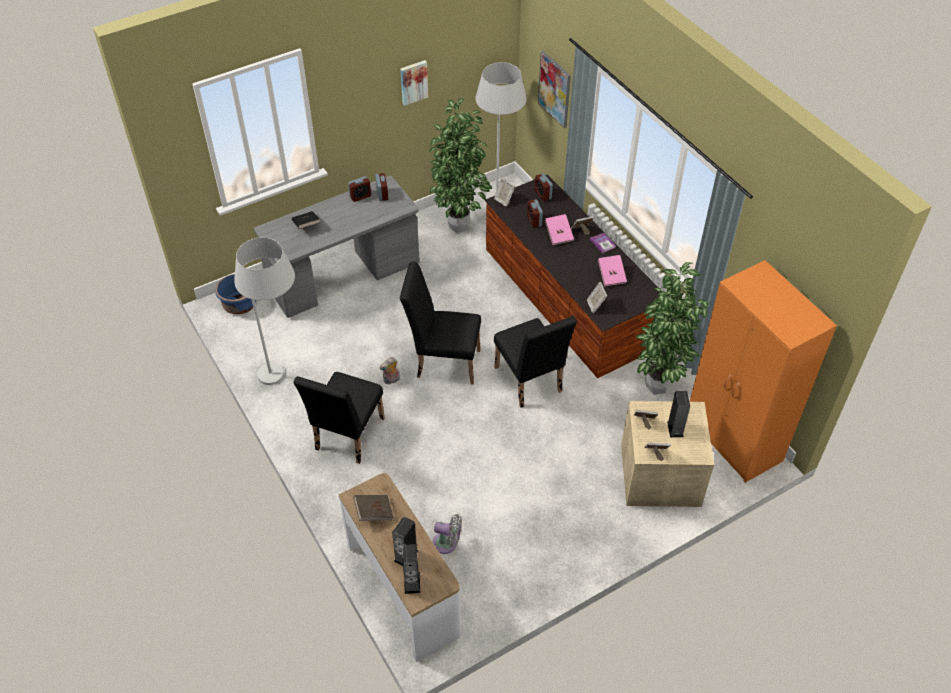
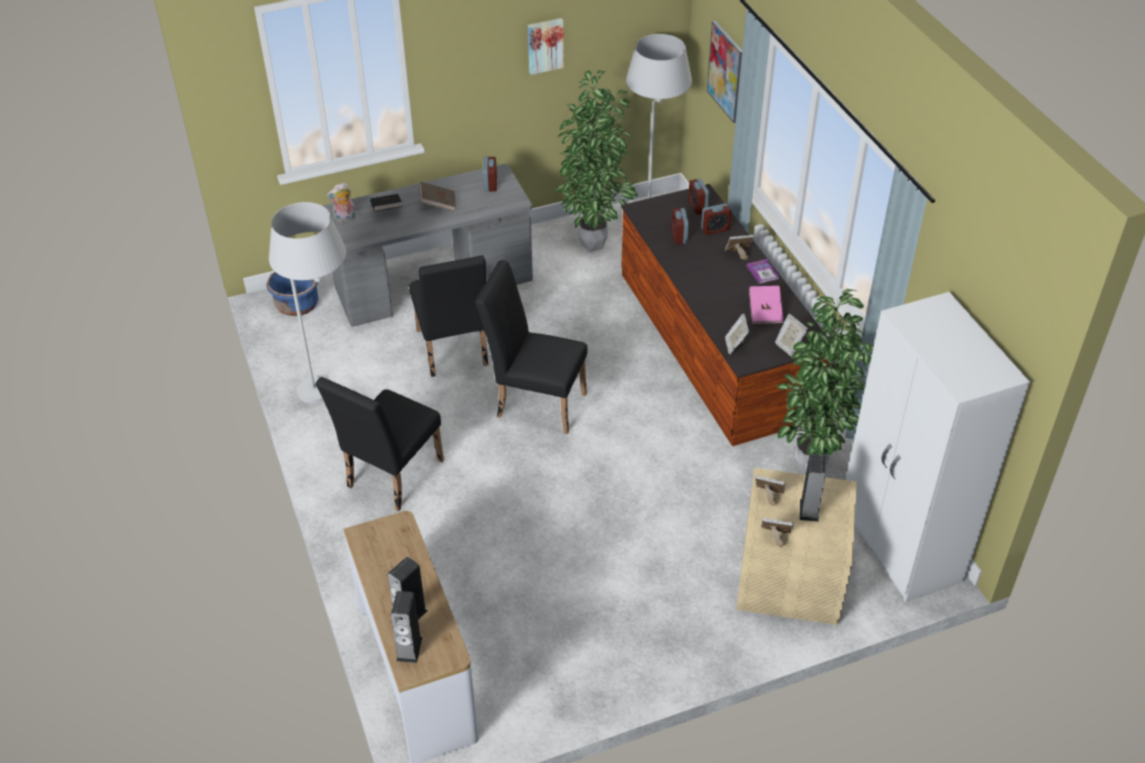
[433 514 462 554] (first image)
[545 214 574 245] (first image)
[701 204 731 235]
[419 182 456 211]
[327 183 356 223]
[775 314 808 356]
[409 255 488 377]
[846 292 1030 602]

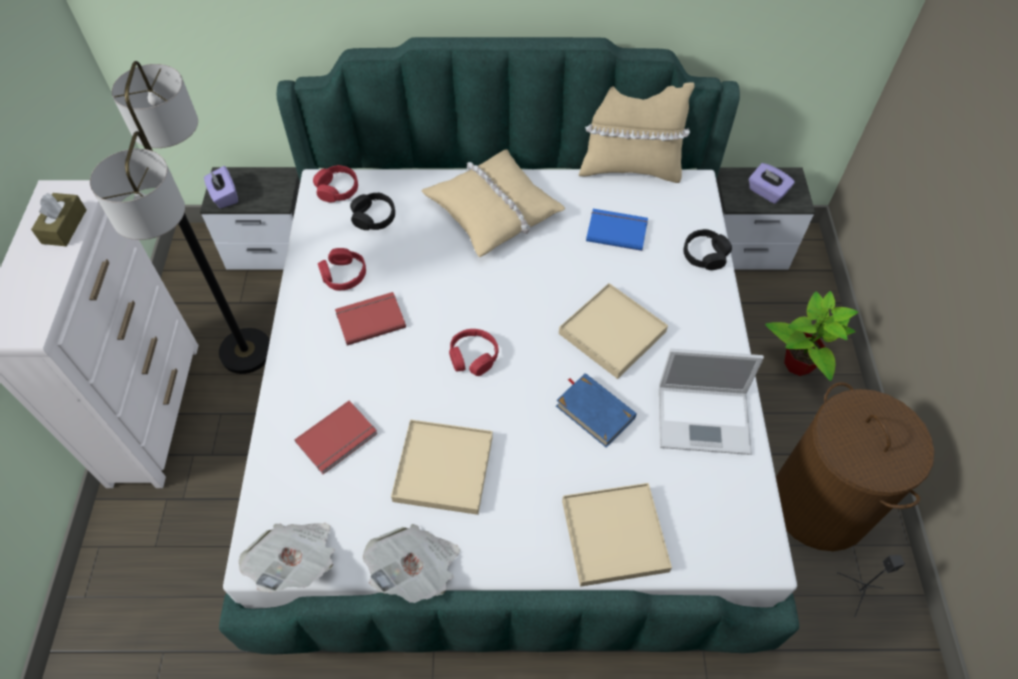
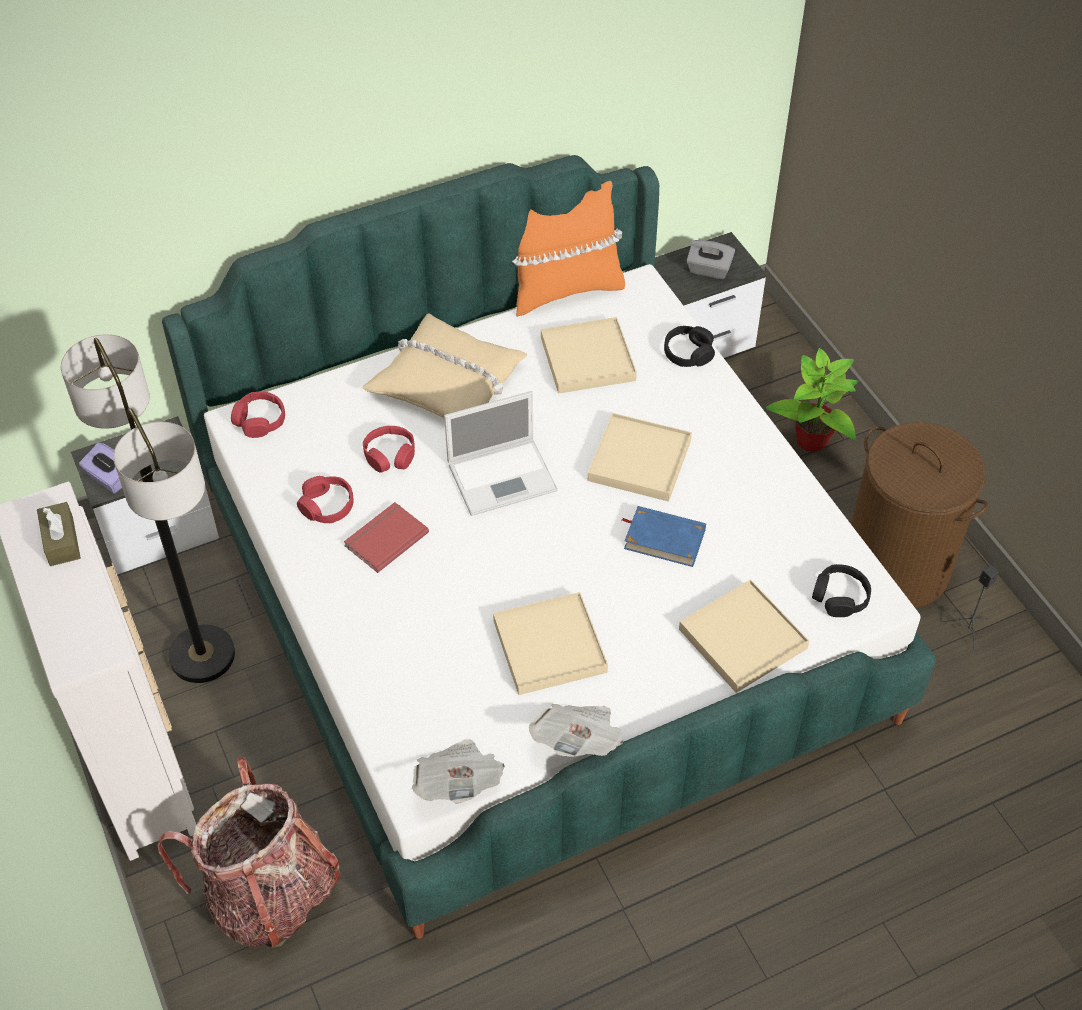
[294 401 378 474] (first image)
[157 758 340 948]
[812 564 871 617]
[363 426 415 473]
[444 391 558 516]
[541 317 637 394]
[512 181 625 317]
[687 240 735 279]

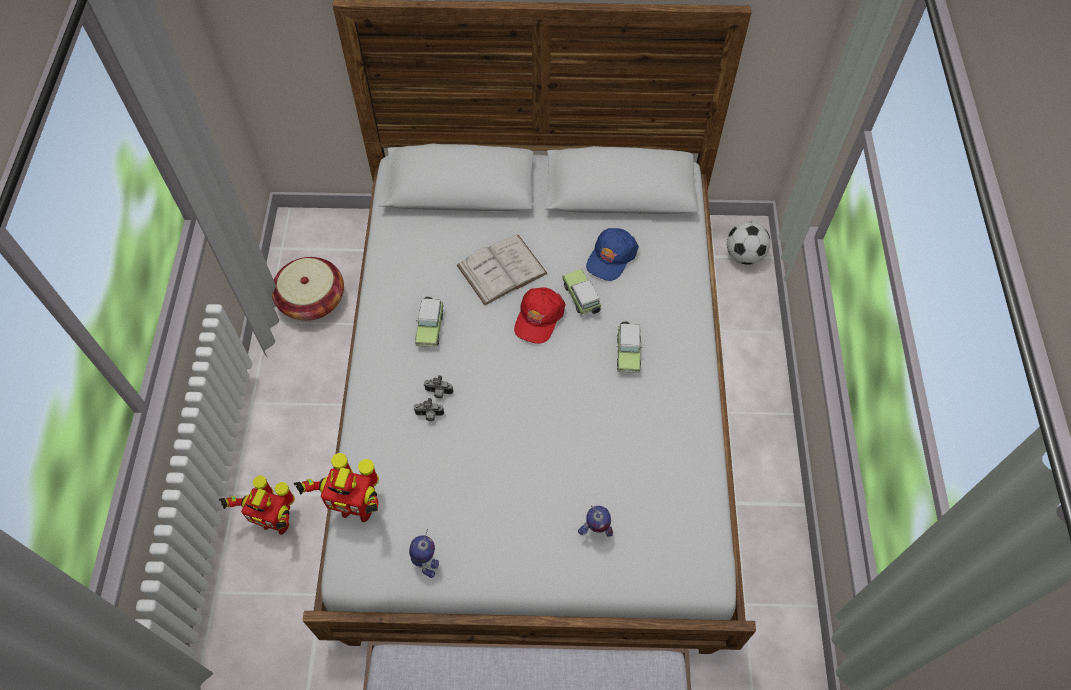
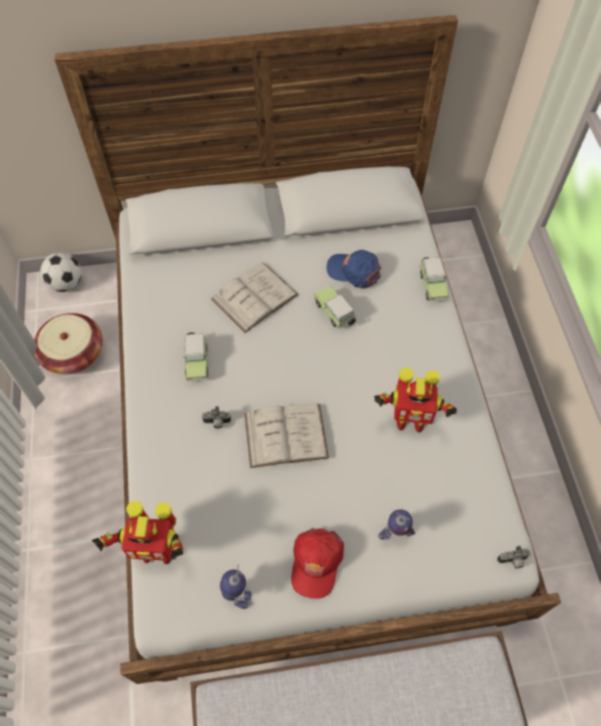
[244 404 329 468]
[374 368 457 433]
[497 546 531 569]
[291 528 344 599]
[419 257 449 302]
[40 252 82 292]
[327 250 382 288]

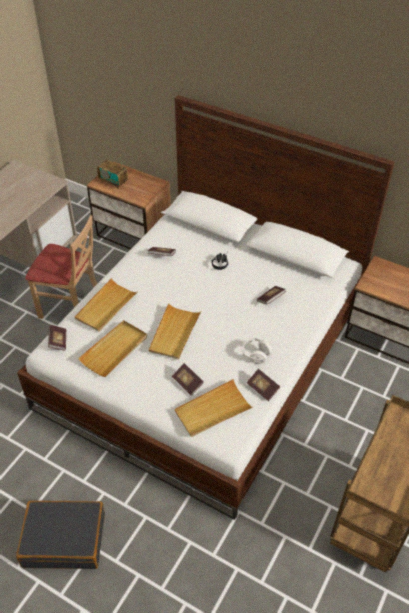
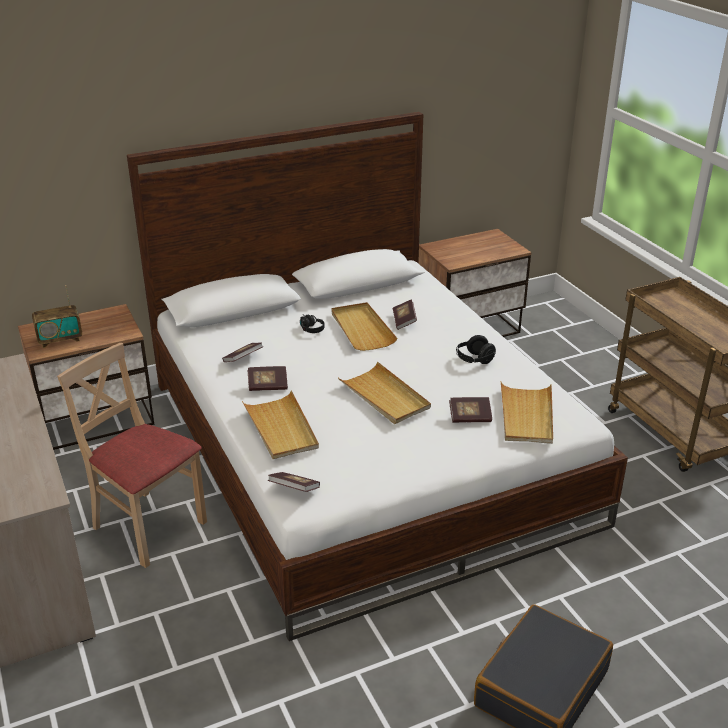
[331 302 397 351]
[247 366 288 391]
[456 335 496 364]
[57 343 207 568]

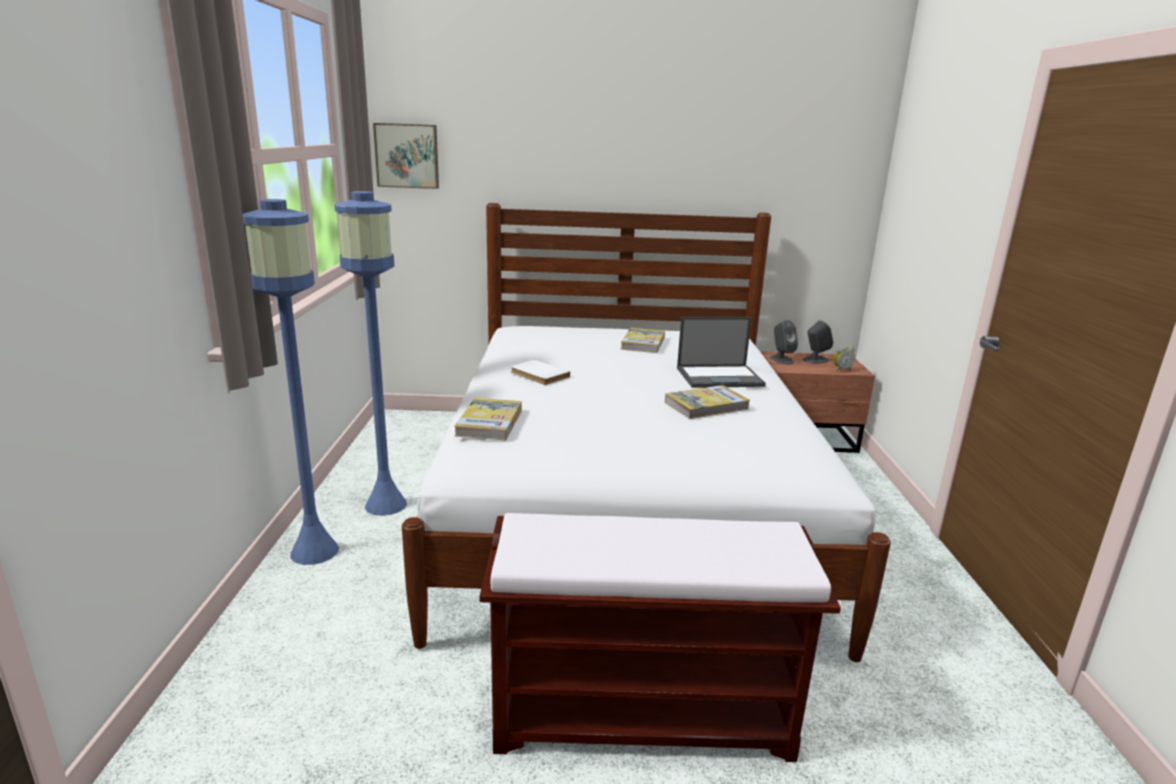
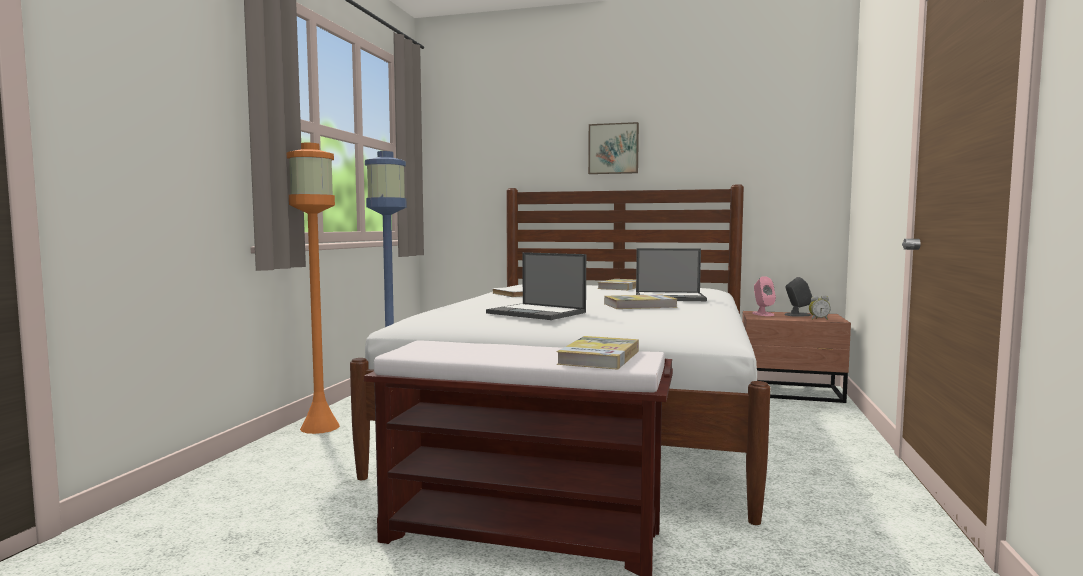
[486 252 586 320]
[588 122 639 174]
[557 336 639 370]
[287 143 340 434]
[752 276 776 316]

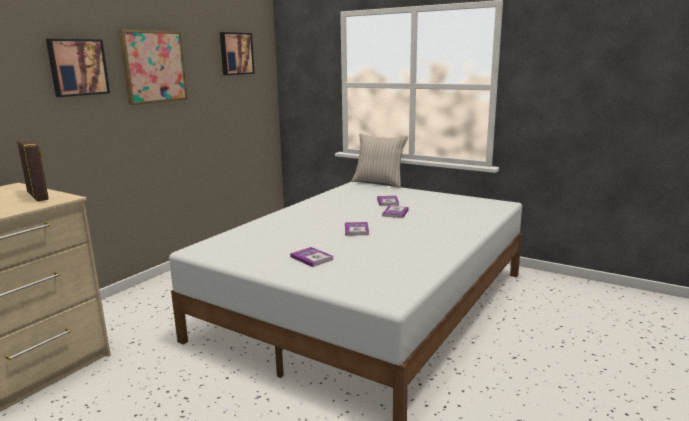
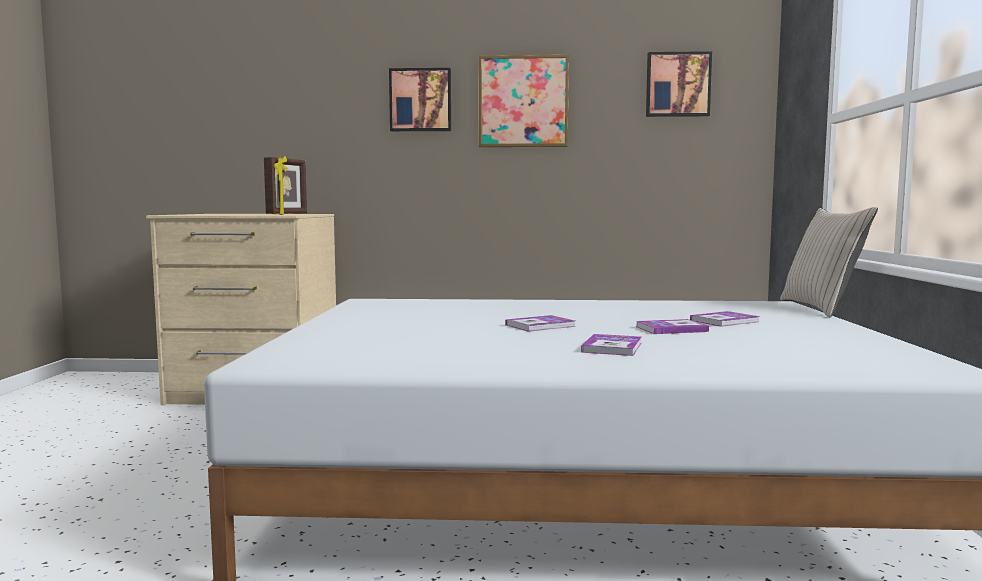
[581 334 641 356]

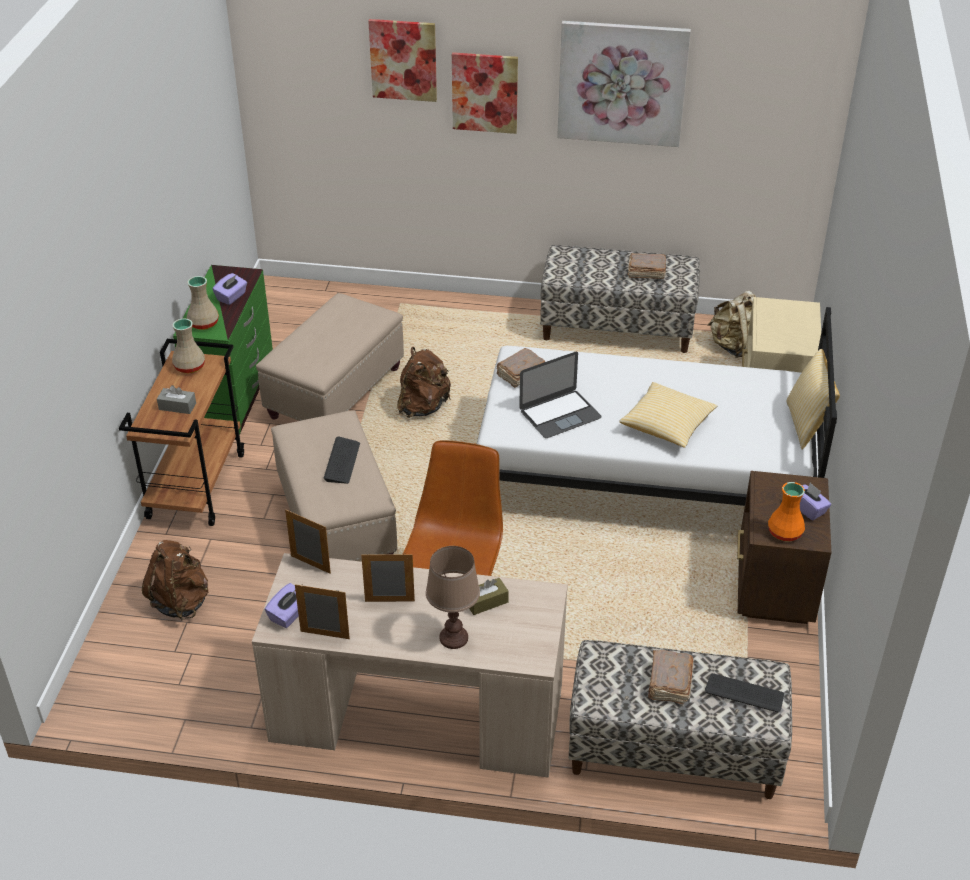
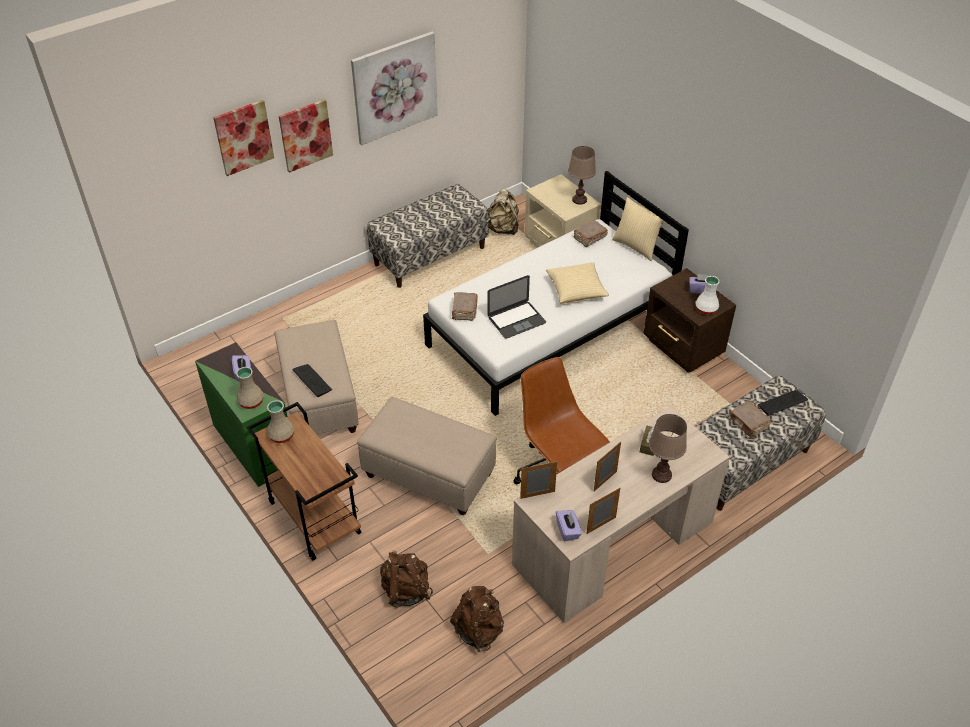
[157 385 196 414] (first image)
[568 146 596 204]
[293 364 332 397]
[450 586 504 652]
[574 220 608 247]
[696 276 720 315]
[487 275 546 339]

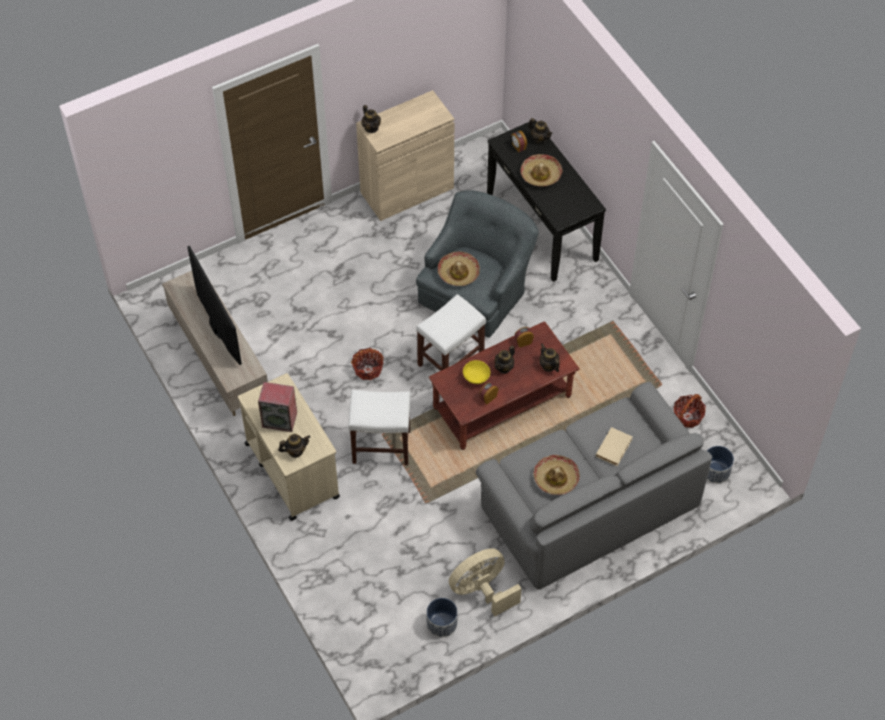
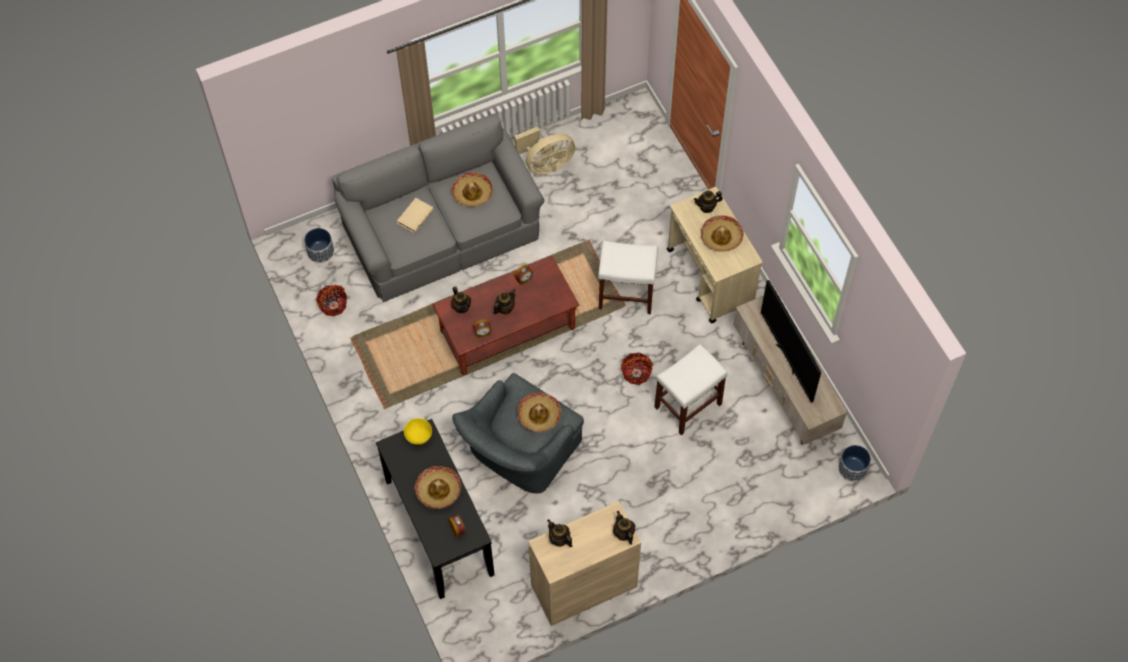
[654 344 728 435]
[838 445 871 482]
[404 418 432 445]
[547 519 572 547]
[701 215 744 252]

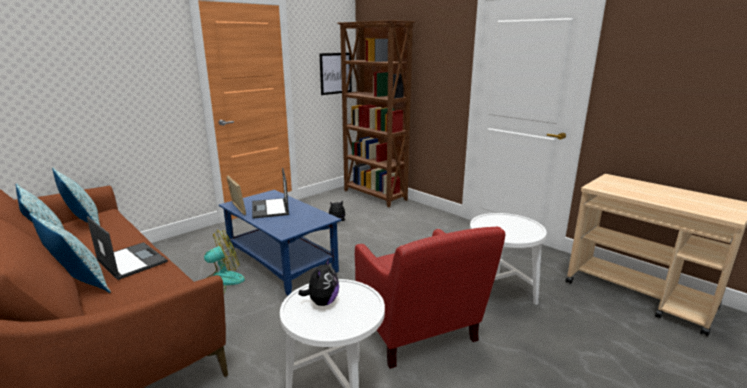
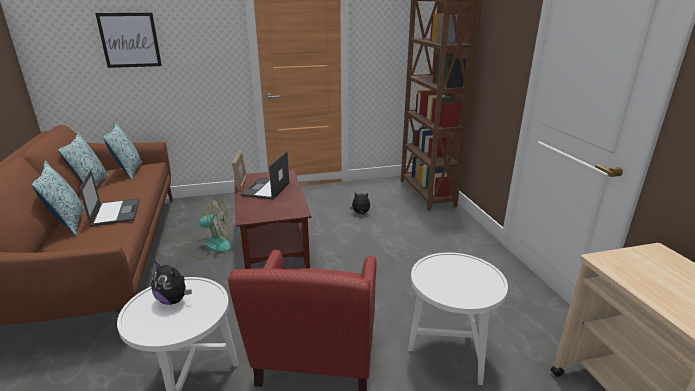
[95 13 162 68]
[234 170 312 269]
[151 261 192 305]

